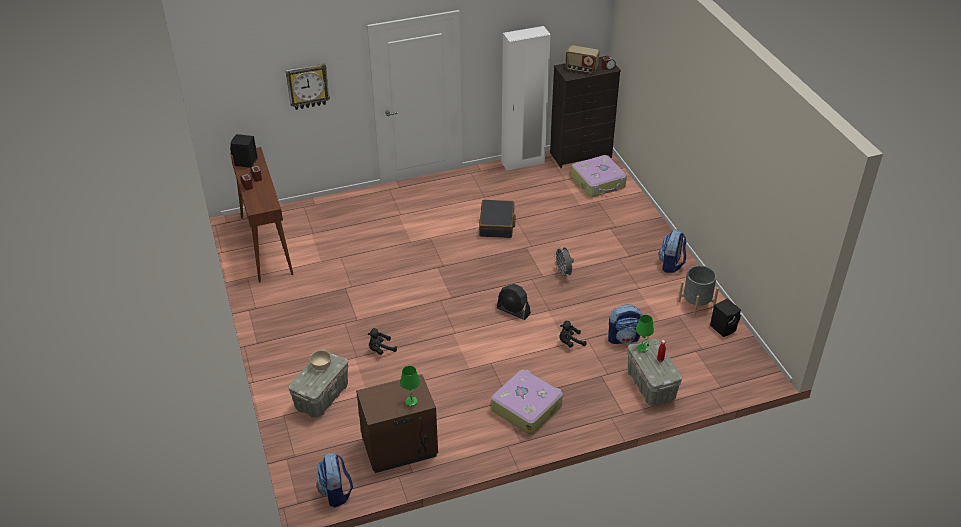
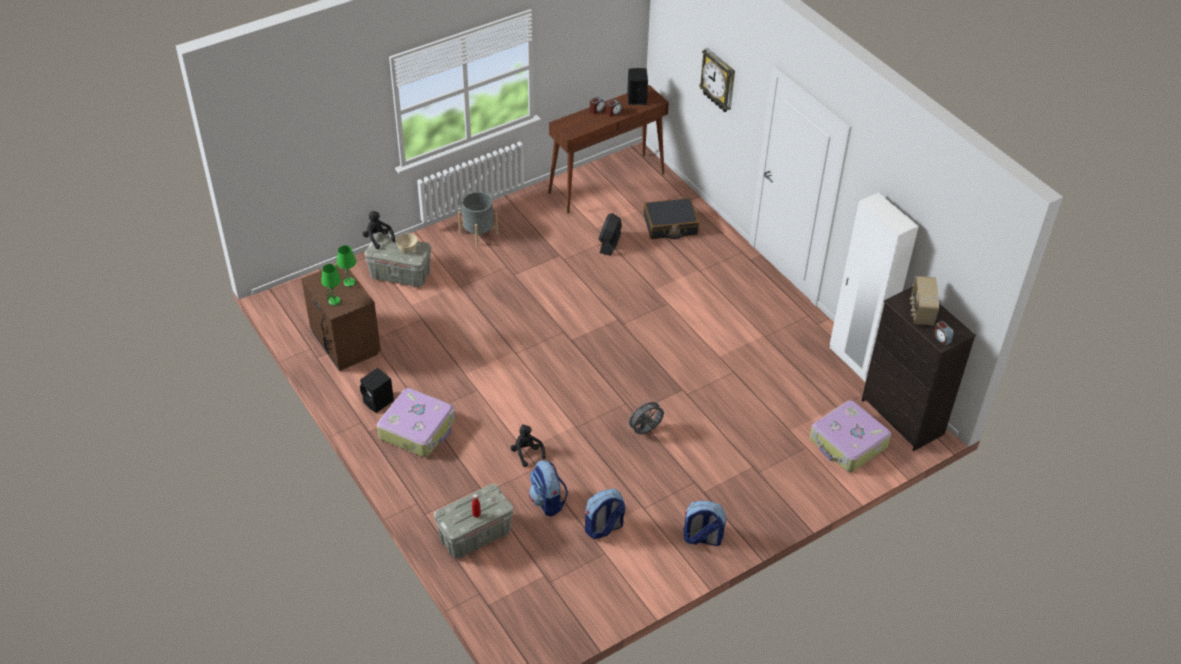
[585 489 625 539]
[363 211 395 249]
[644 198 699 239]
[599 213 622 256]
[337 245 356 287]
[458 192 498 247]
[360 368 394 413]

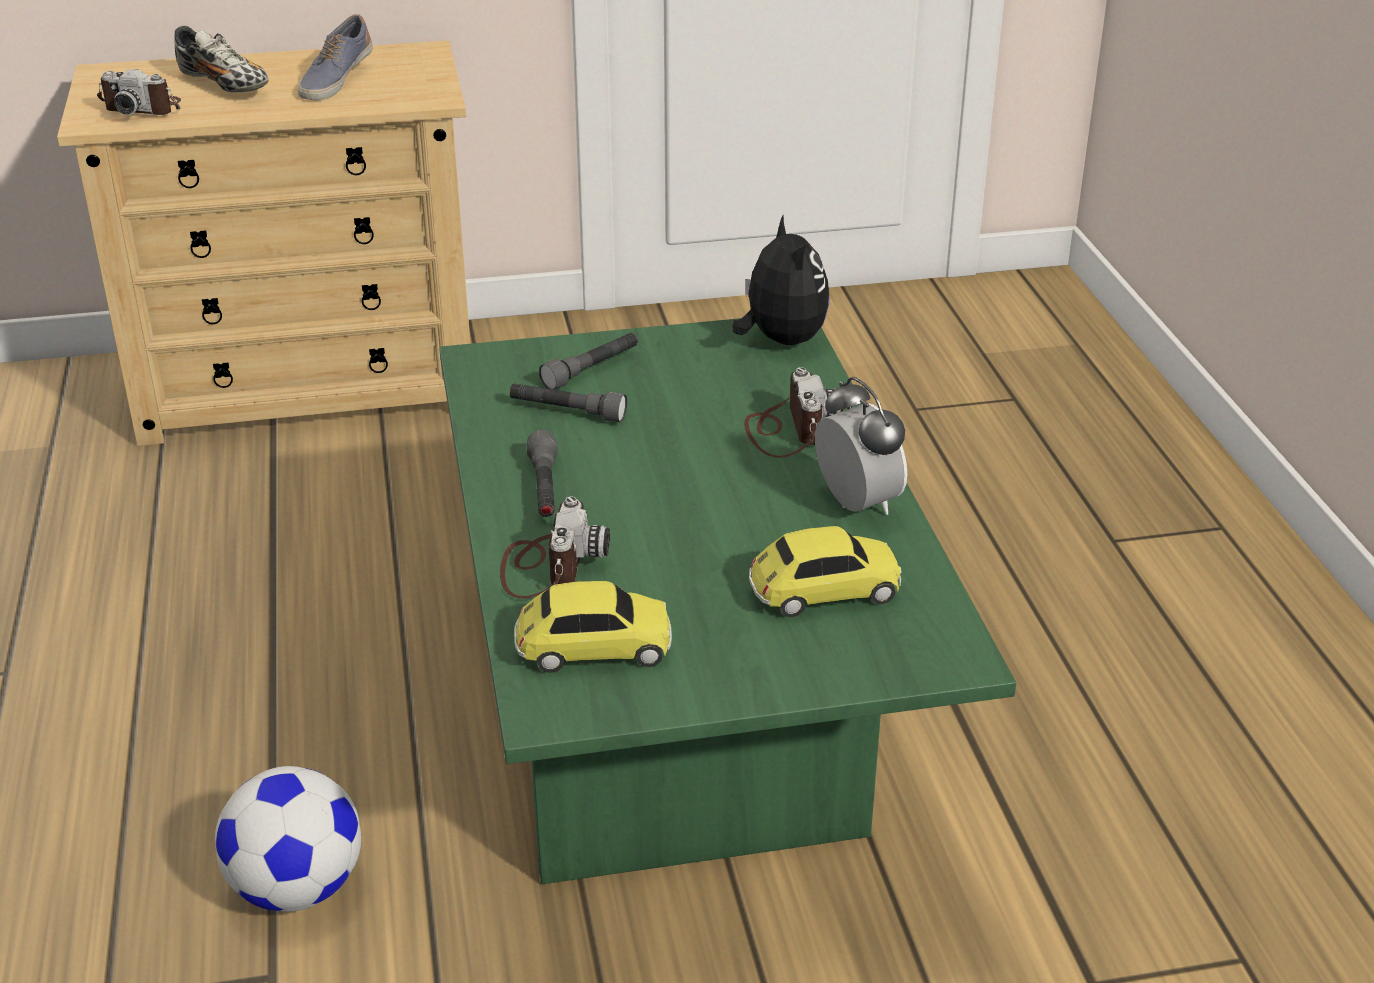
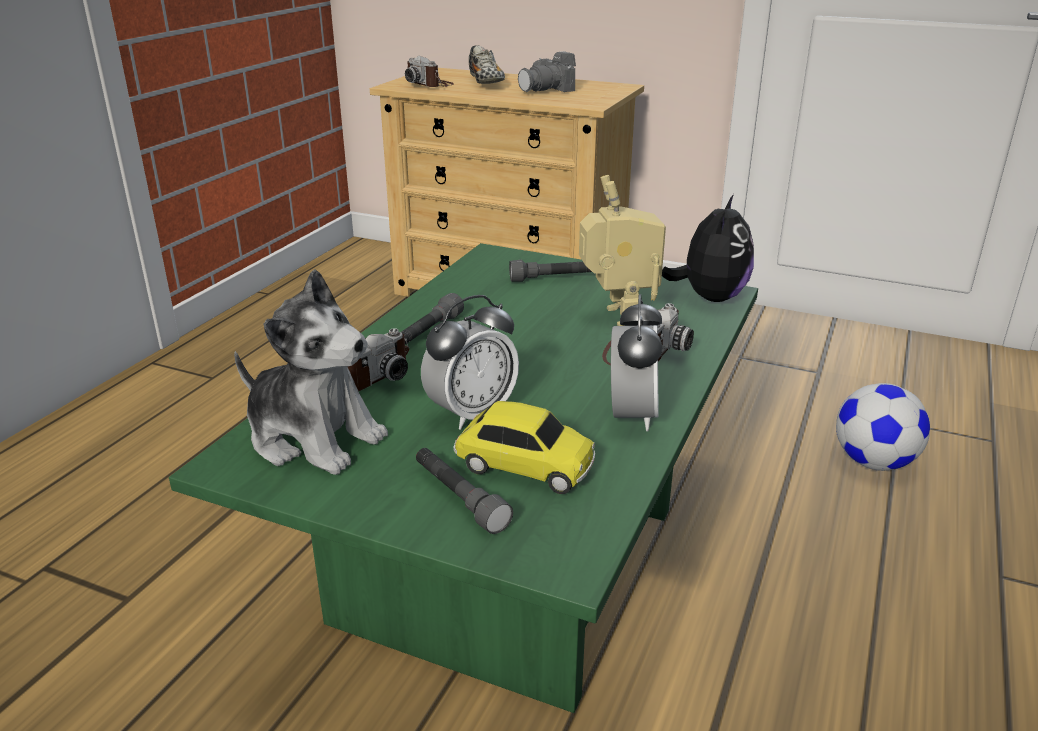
[421 295 519 430]
[579 175 666 326]
[836 383 930 471]
[416 448 513 534]
[518 51 576 92]
[234 269 388 475]

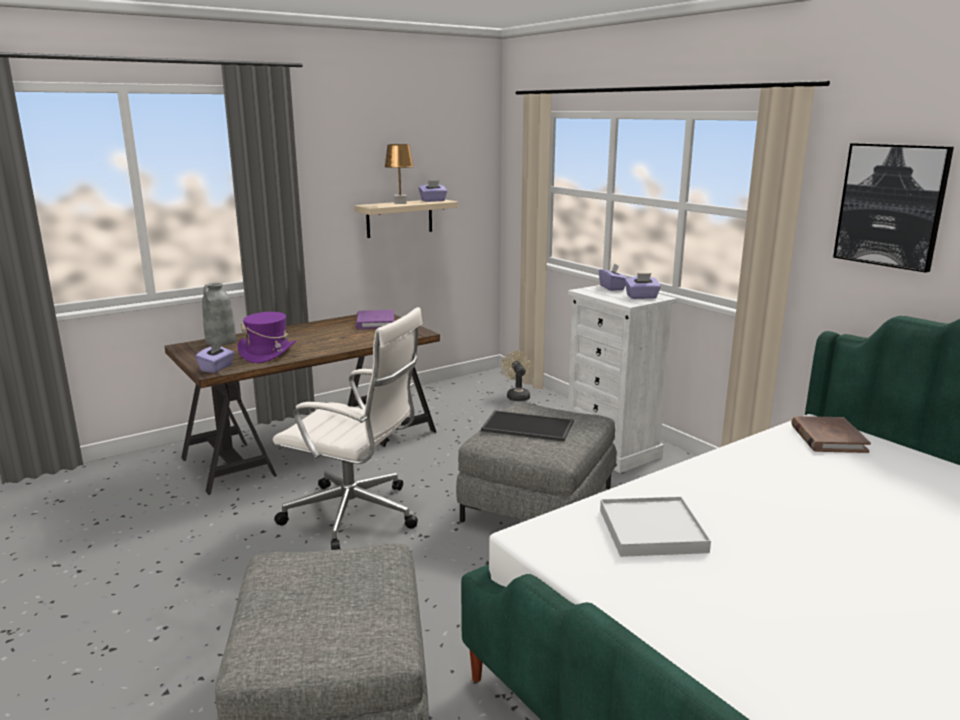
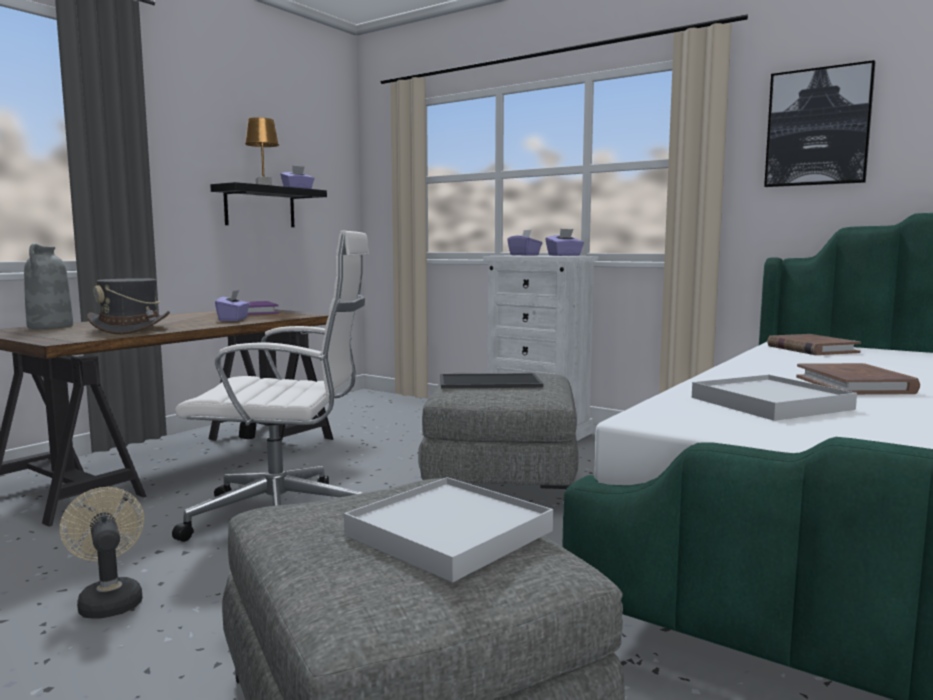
[344 477 553 582]
[796 363 920 395]
[215 290 250 321]
[60 487 144 619]
[87 278 170 334]
[210 182 327 227]

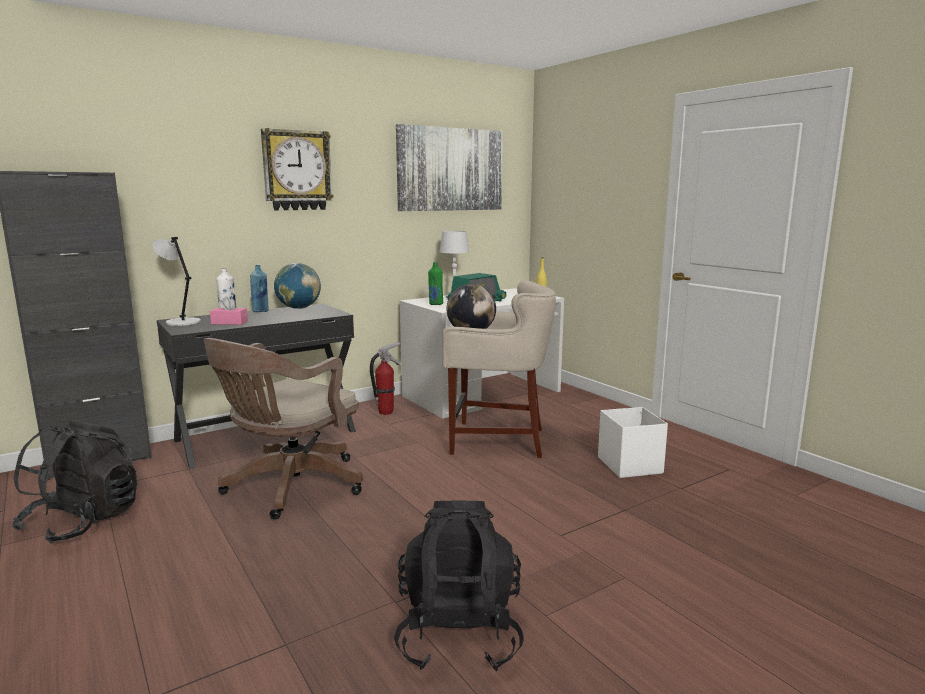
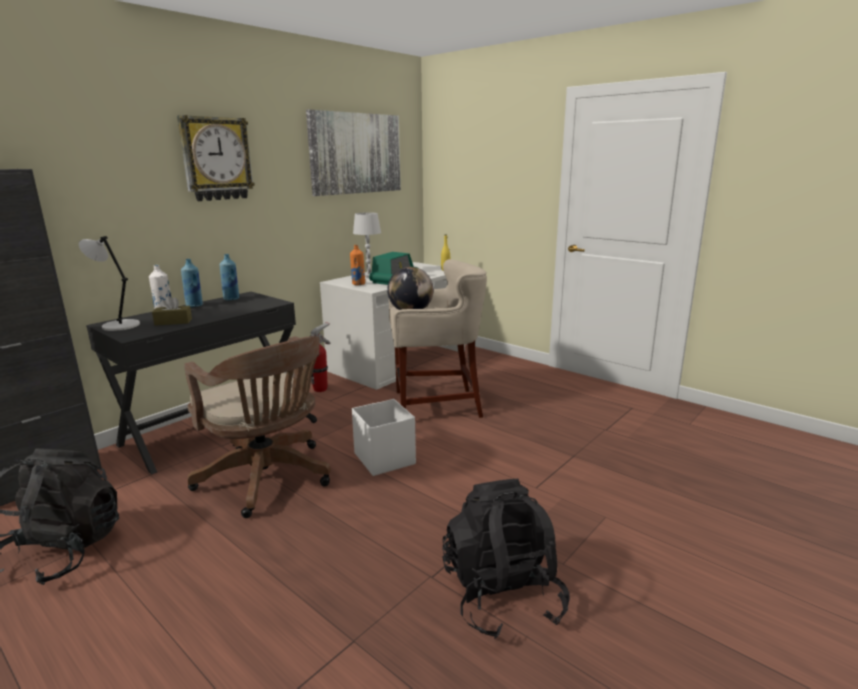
[352 399 416 476]
[219 254 239 301]
[152 296 192 326]
[350 245 365 285]
[184 336 331 518]

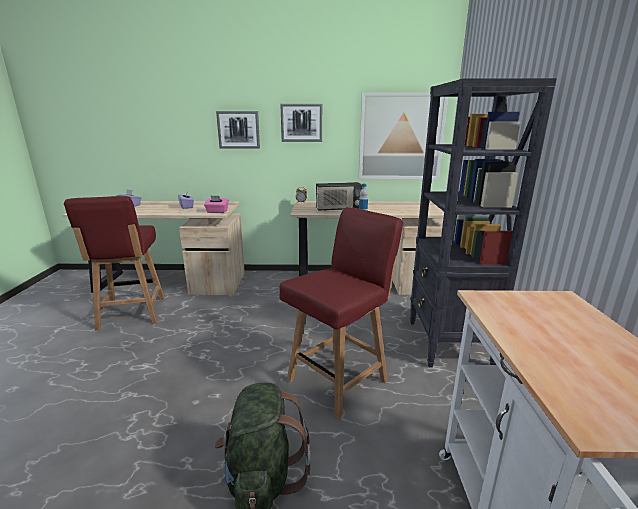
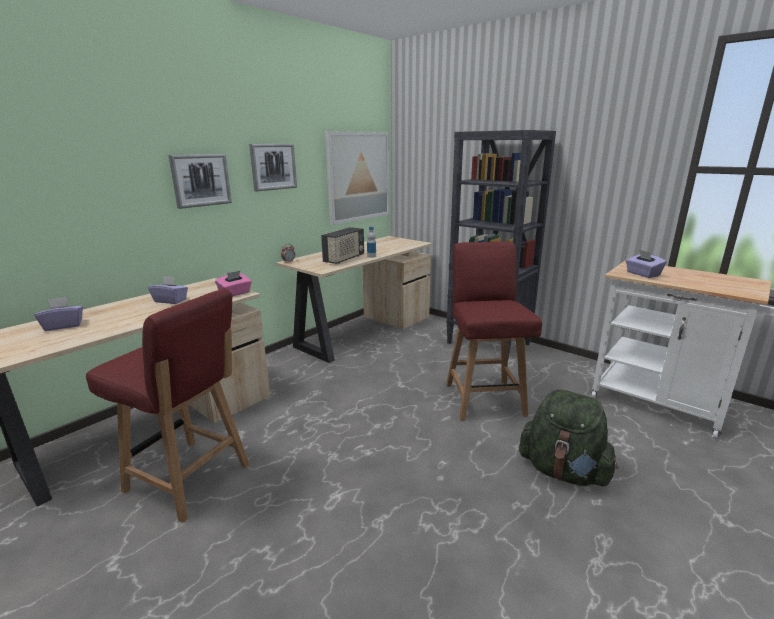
[626 250 667 278]

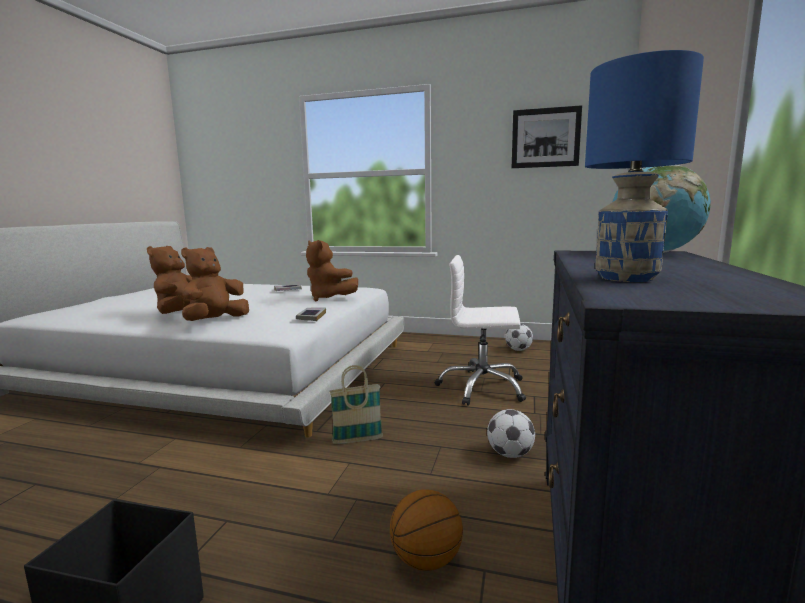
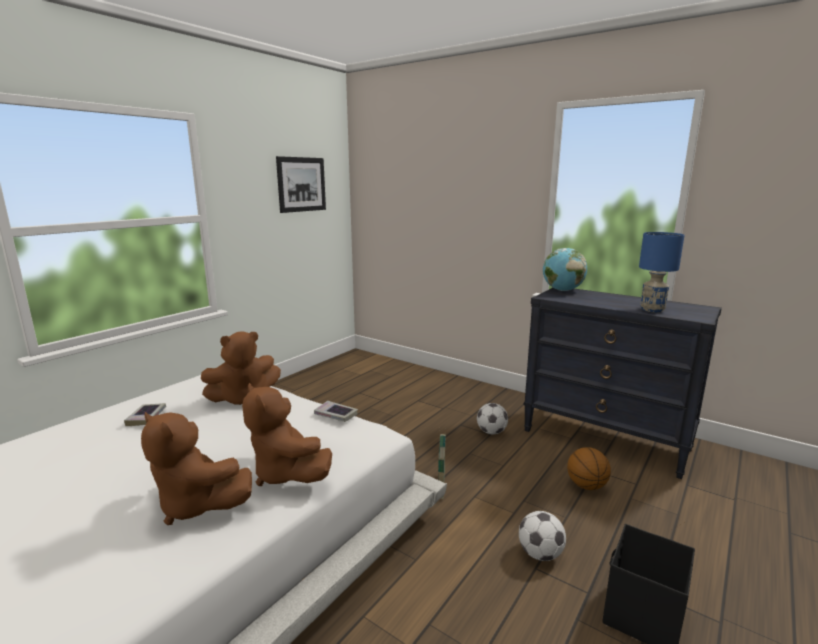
[435 255 526 406] (first image)
[519 511 566 561]

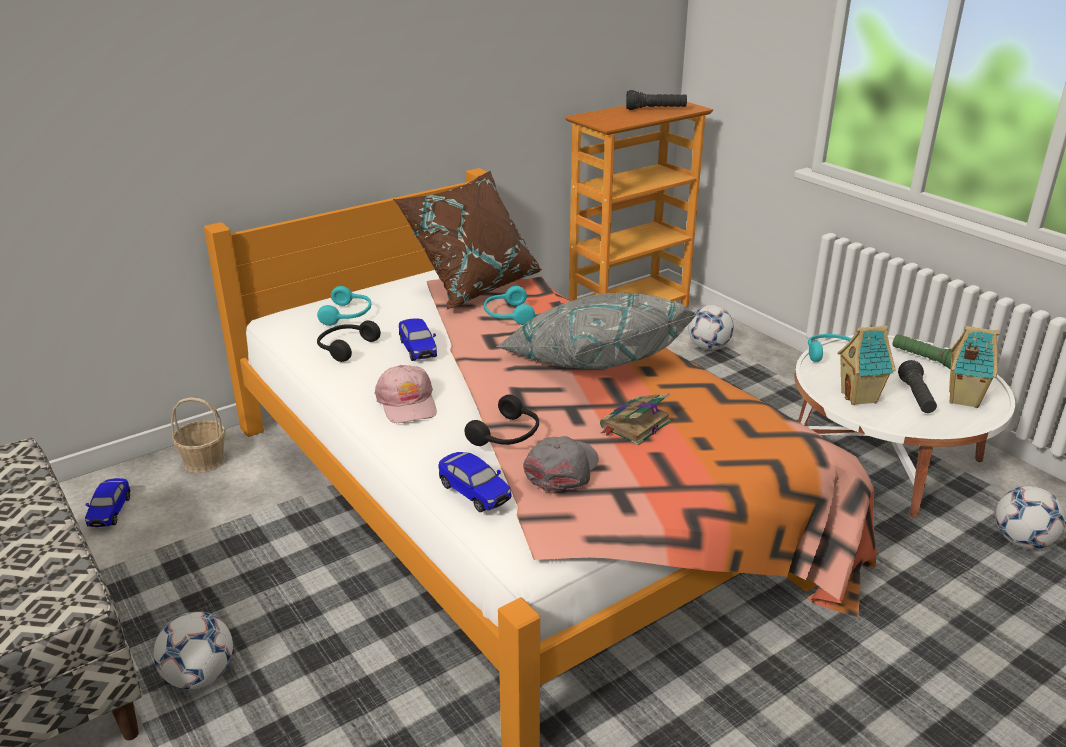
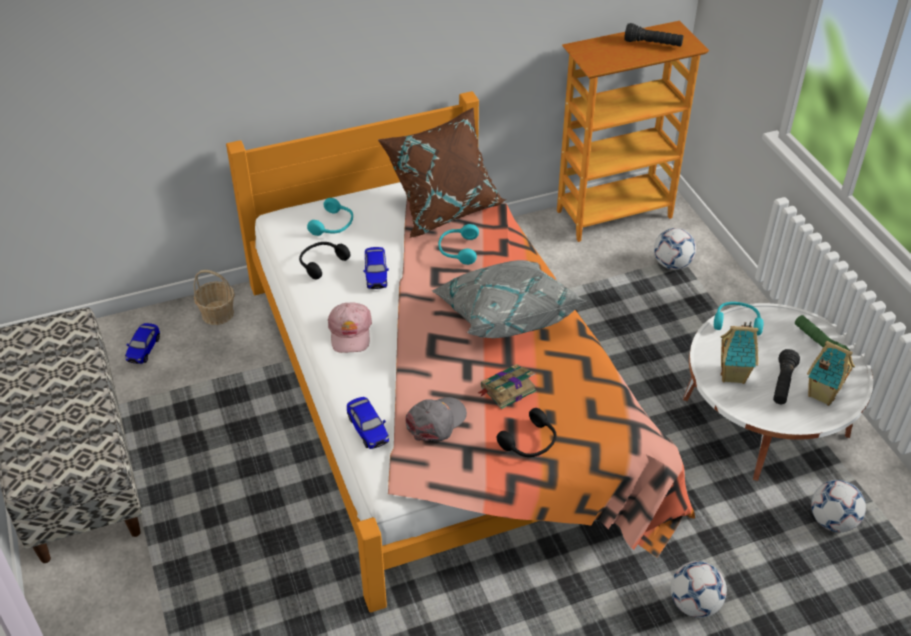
[671 561 727 618]
[497 408 556 457]

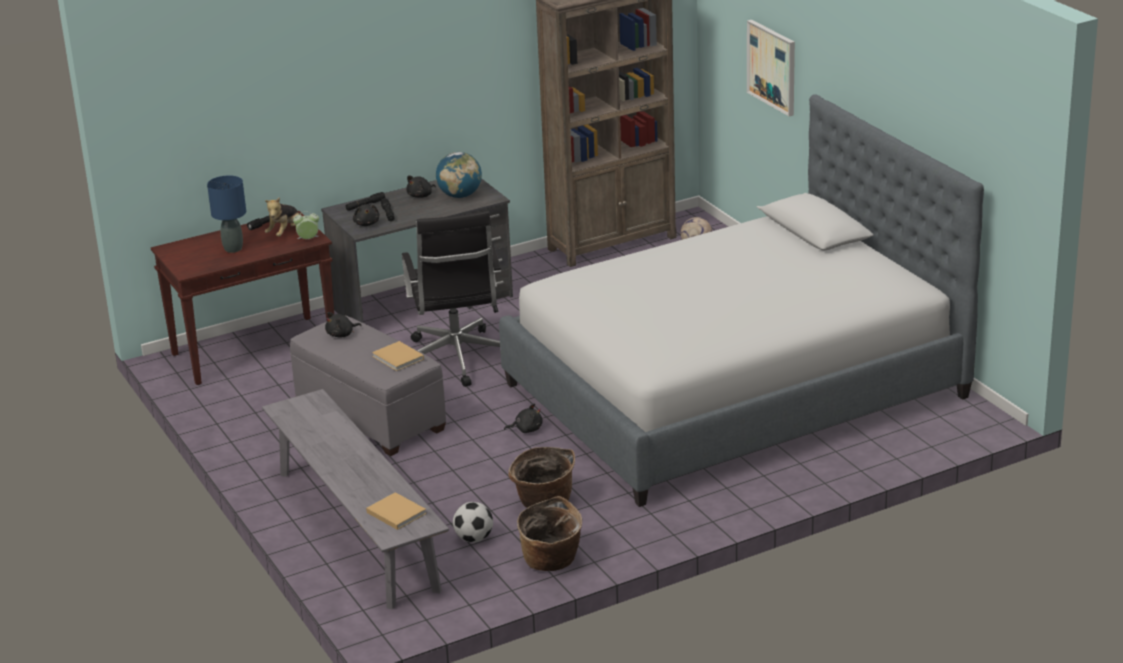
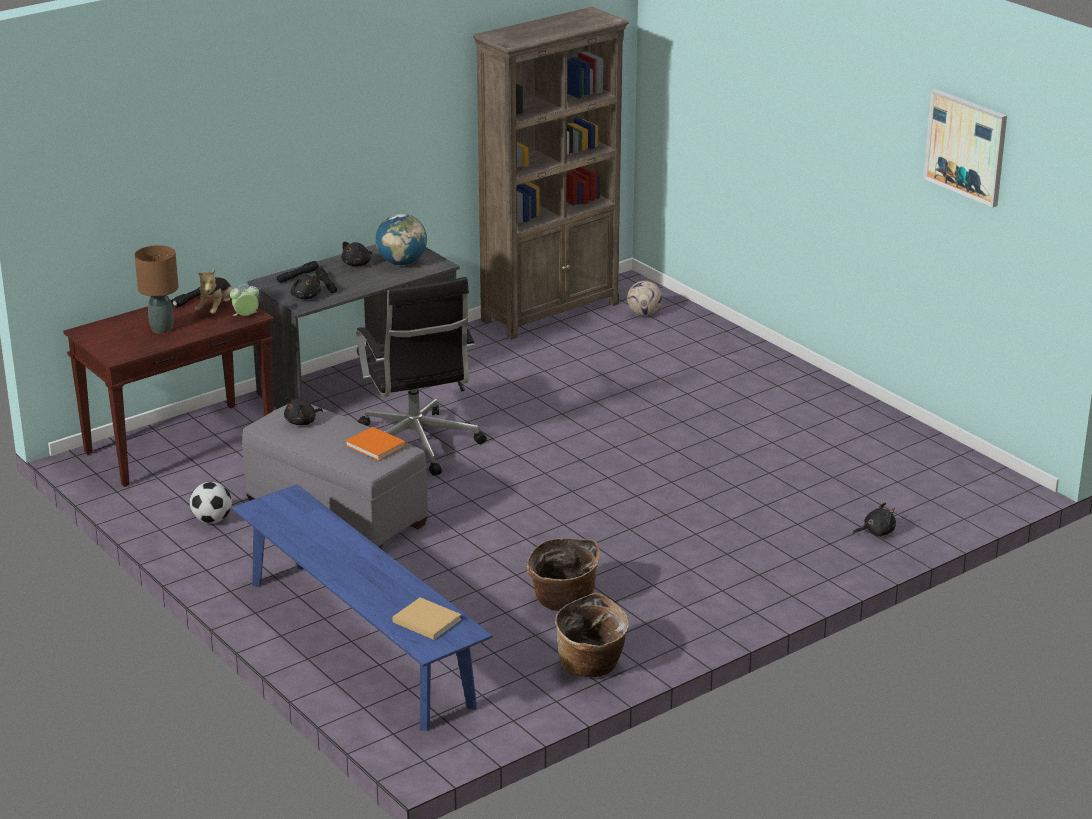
[499 94 984 507] (first image)
[190 482 232 523]
[853 503 896 537]
[923 89 1007 208]
[135 245 178 334]
[232 484 493 731]
[345 427 406 461]

